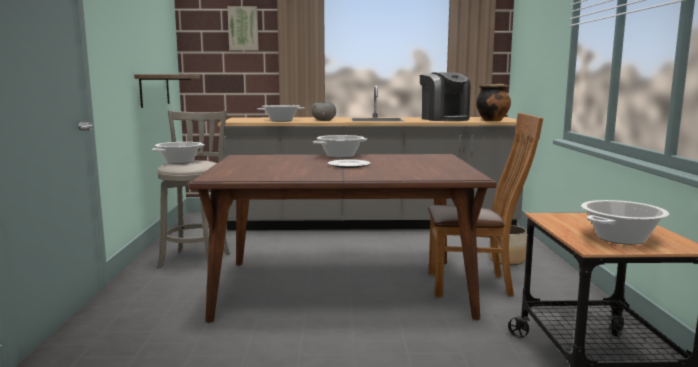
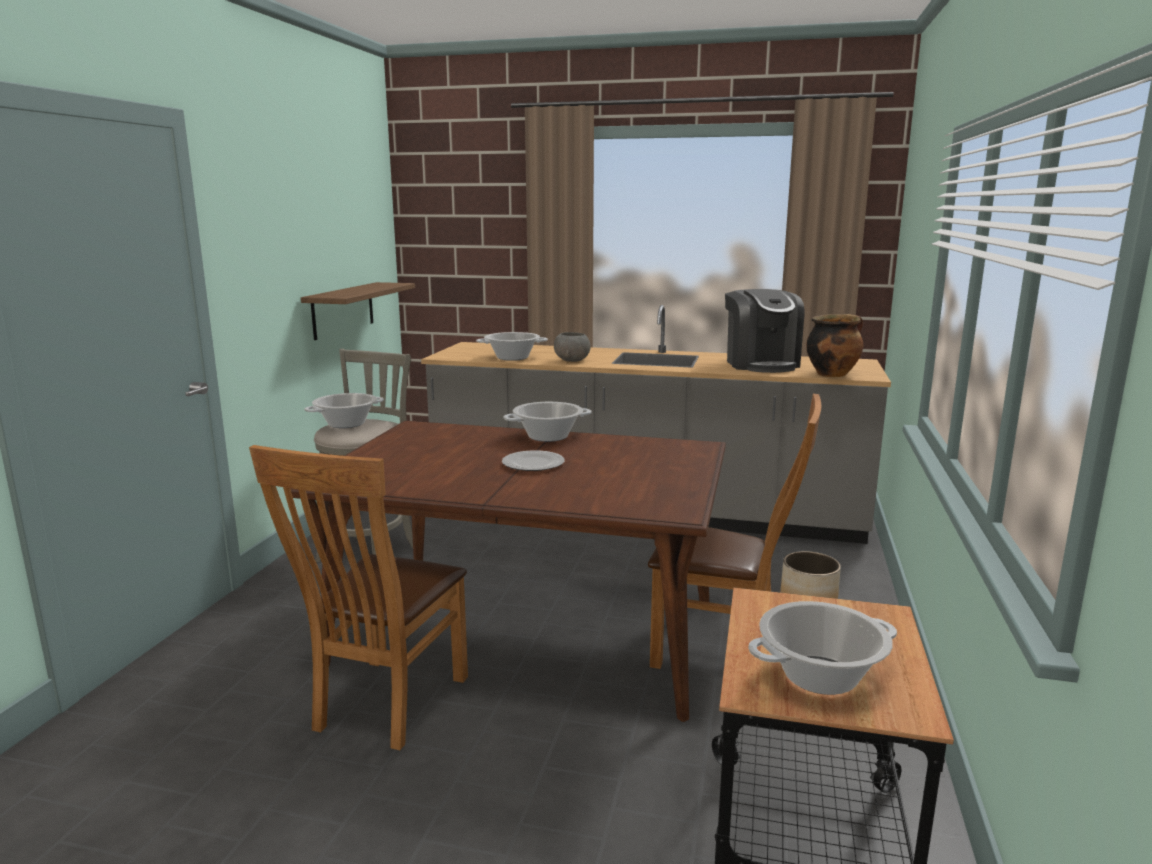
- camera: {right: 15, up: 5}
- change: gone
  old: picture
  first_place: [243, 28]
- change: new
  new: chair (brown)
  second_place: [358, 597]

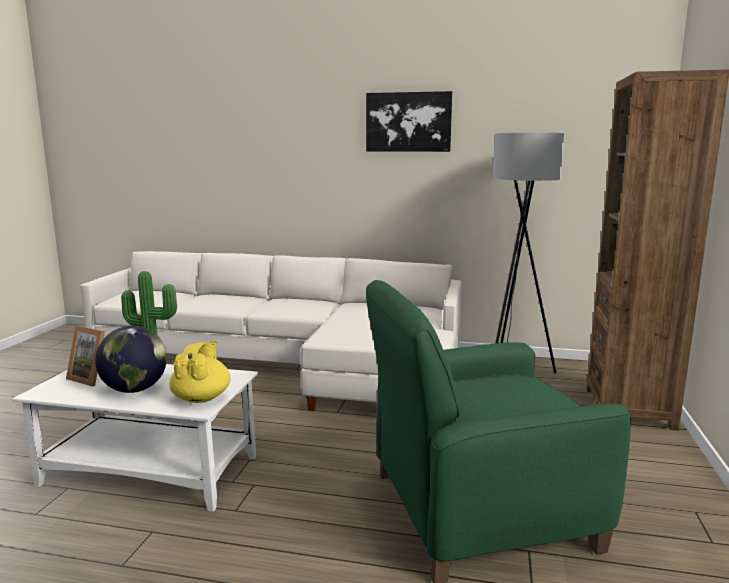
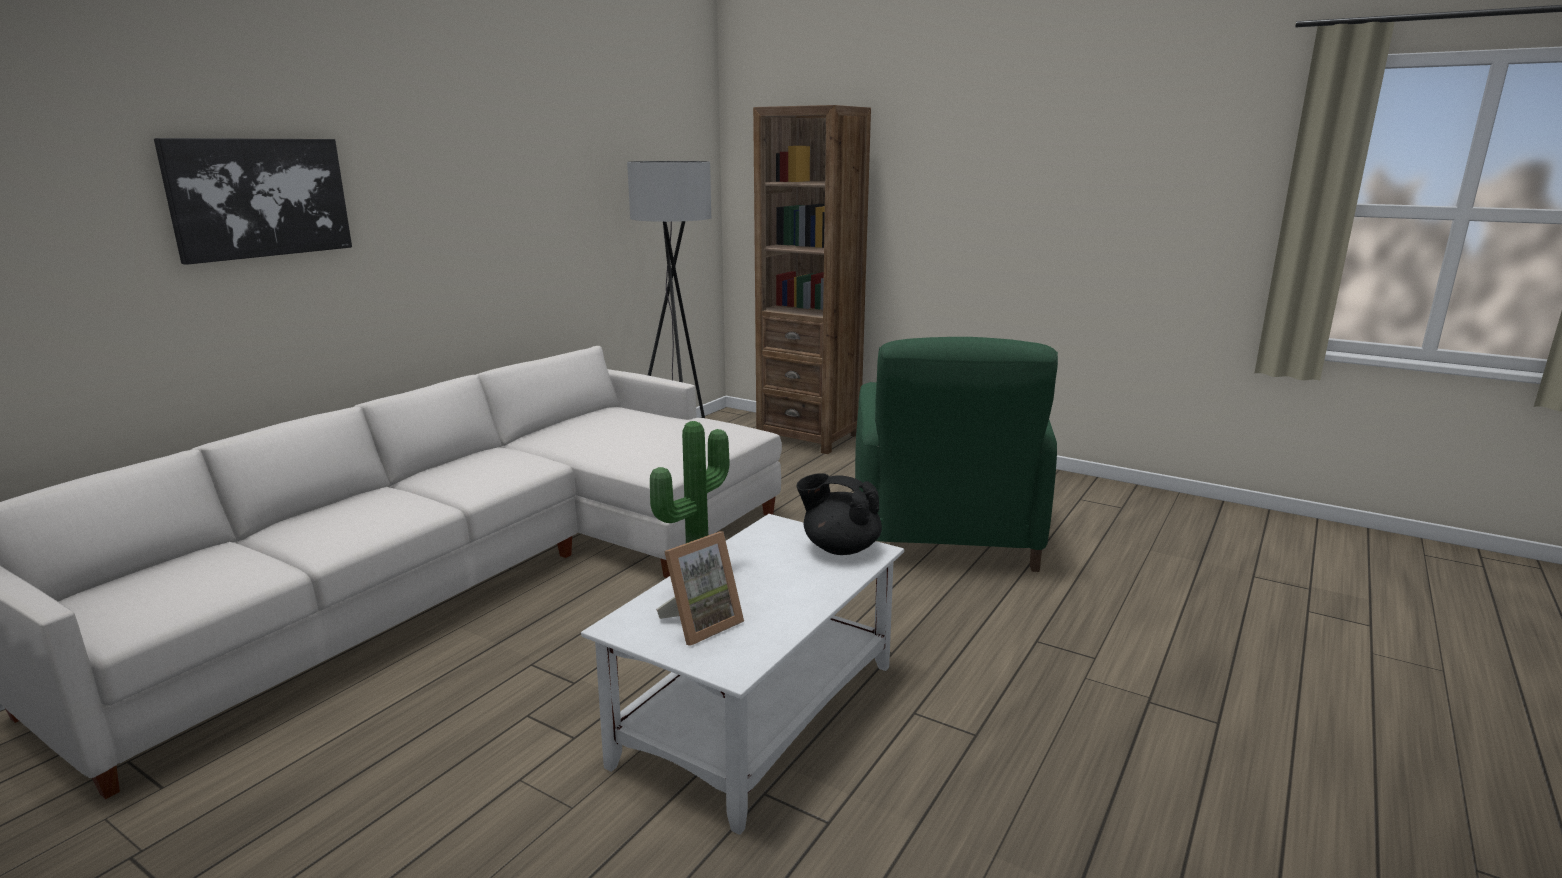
- camera: {right: -70, up: 5}
- change: gone
  old: globe
  first_place: [131, 359]
- change: repainted
  old: teapot (yellow)
  new: teapot (black)
  first_place: [200, 372]
  second_place: [839, 514]
- change: shifted
  old: picture
  first_place: [409, 121]
  second_place: [253, 201]

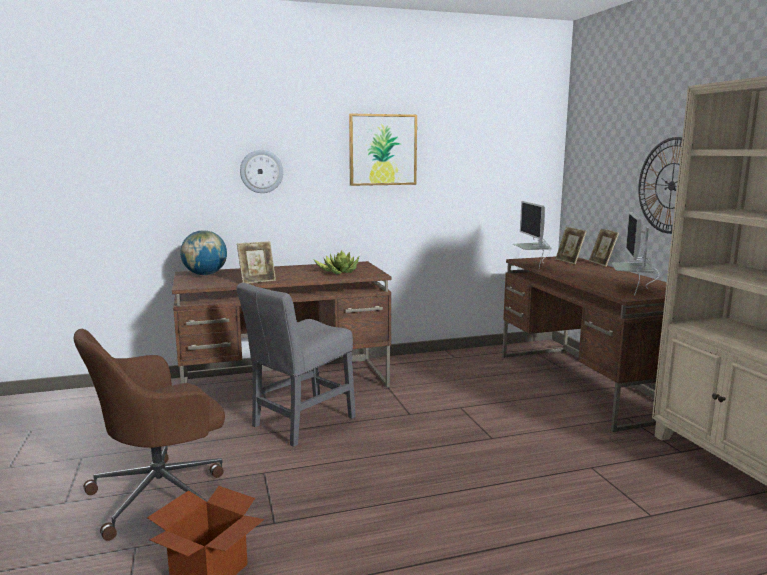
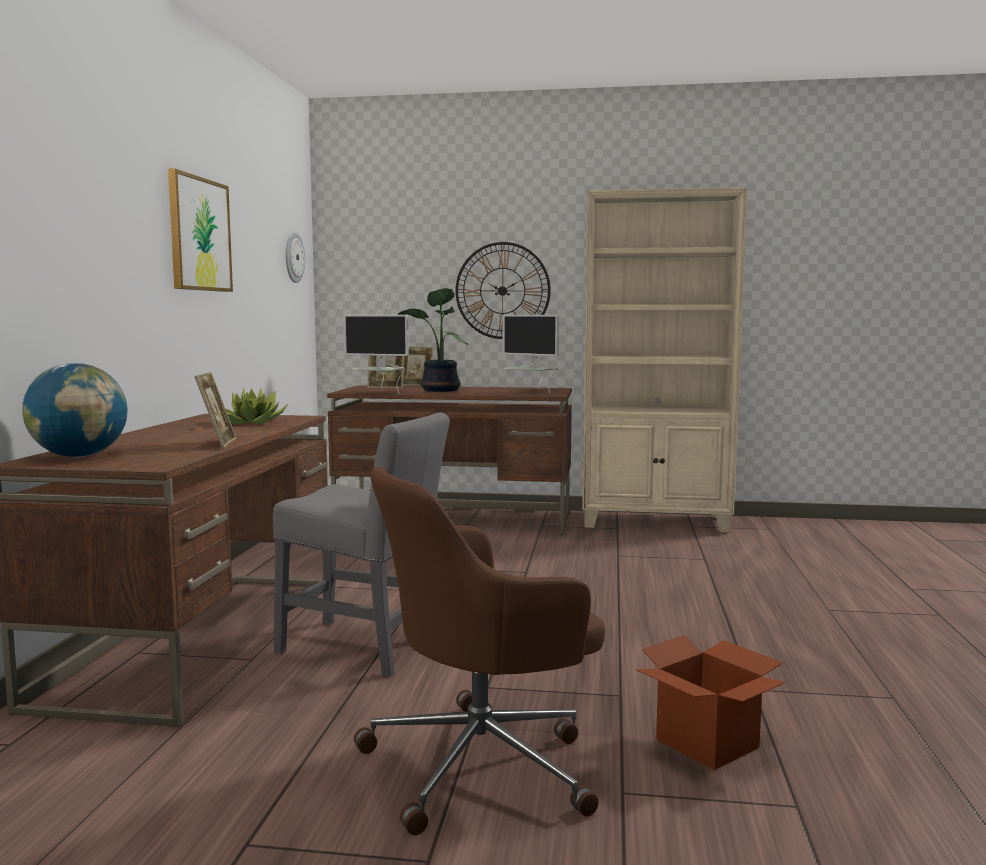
- camera: {right: -65, up: -5}
- change: rotated
  old: office chair (brown)
  first_place: [149, 435]
  second_place: [479, 651]
  degrees: 75
- change: rotated
  old: chair (grey)
  first_place: [296, 365]
  second_place: [361, 544]
  degrees: -45
- change: shifted
  old: wall clock
  first_place: [261, 171]
  second_place: [295, 257]
- change: new
  new: potted plant
  second_place: [432, 340]

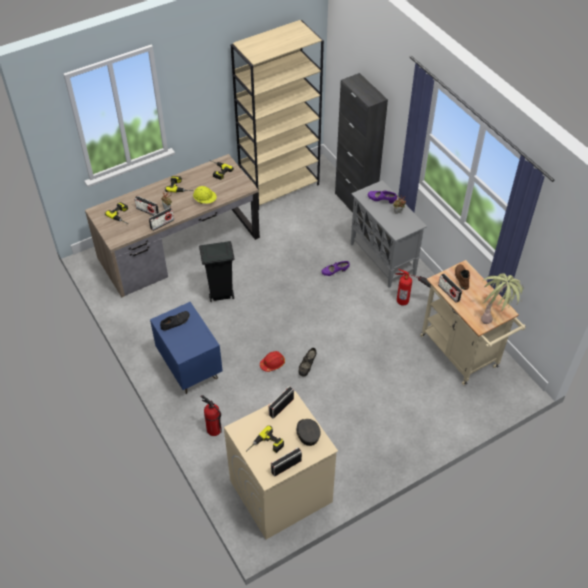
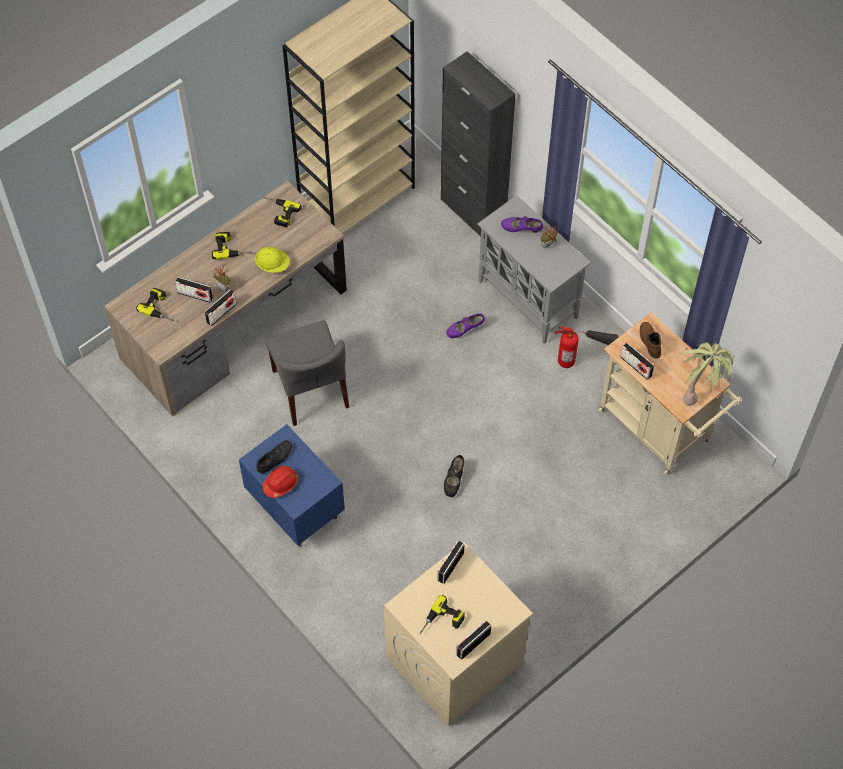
- camera: {right: -10, up: 10}
- change: swapped
  old: trash can (black)
  new: chair (grey)
  first_place: [217, 271]
  second_place: [307, 373]
- change: gone
  old: fire extinguisher
  first_place: [211, 415]
- change: shifted
  old: hard hat (red)
  first_place: [272, 361]
  second_place: [280, 482]
- change: gone
  old: cap (grey)
  first_place: [309, 432]

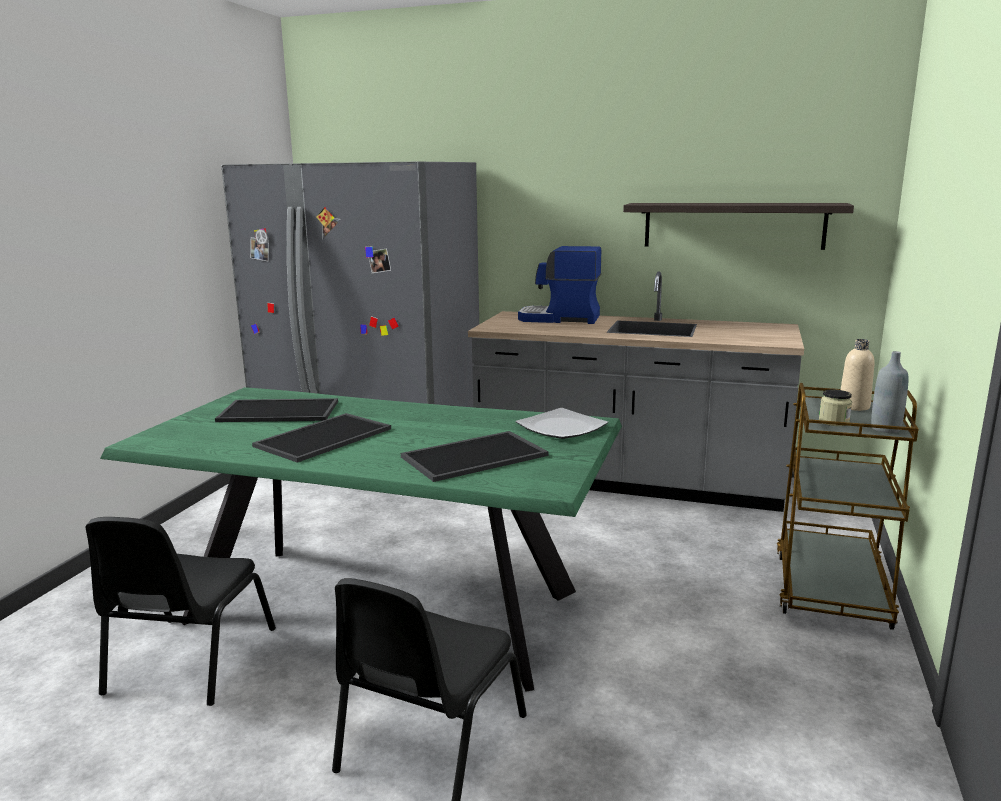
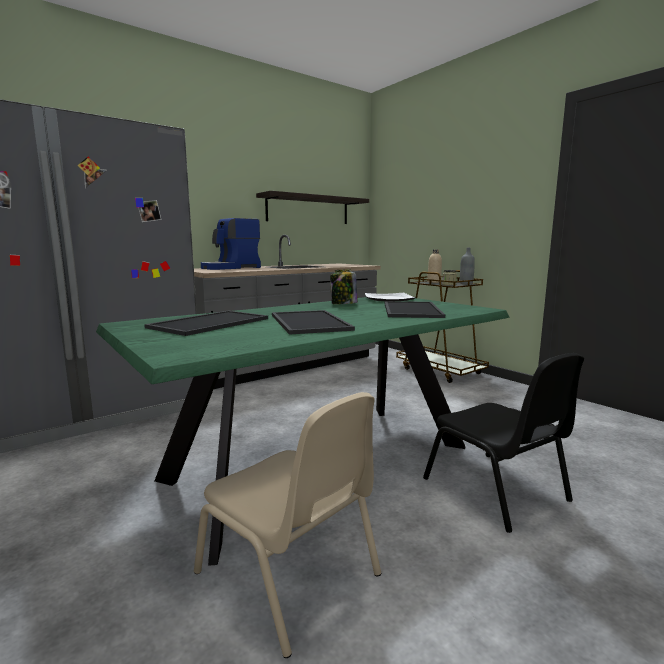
- camera: {right: -55, up: -5}
- change: repainted
  old: chair (black)
  new: chair (beige)
  first_place: [180, 611]
  second_place: [287, 525]
- change: new
  new: jar
  second_place: [344, 286]

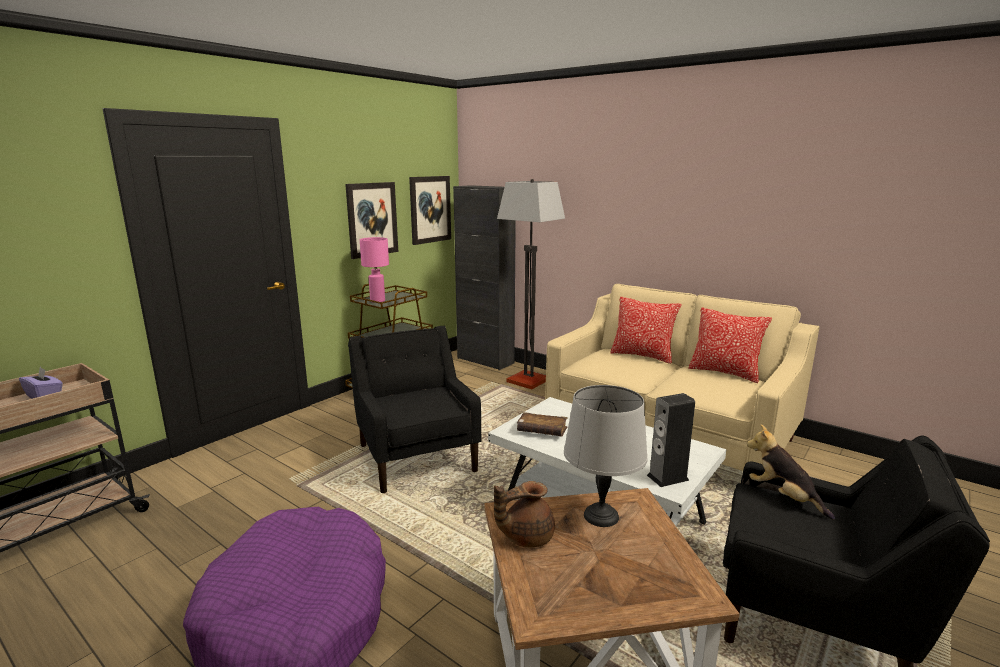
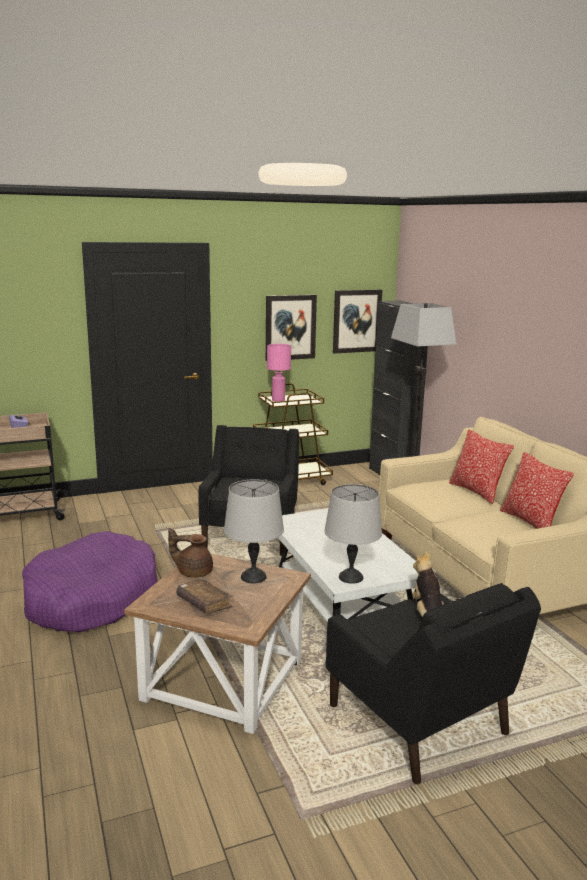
- camera: {right: 30, up: 0}
- change: shifted
  old: book (brown)
  first_place: [542, 424]
  second_place: [204, 596]
- change: swapped
  old: speaker
  new: table lamp (grey)
  first_place: [671, 440]
  second_place: [353, 534]

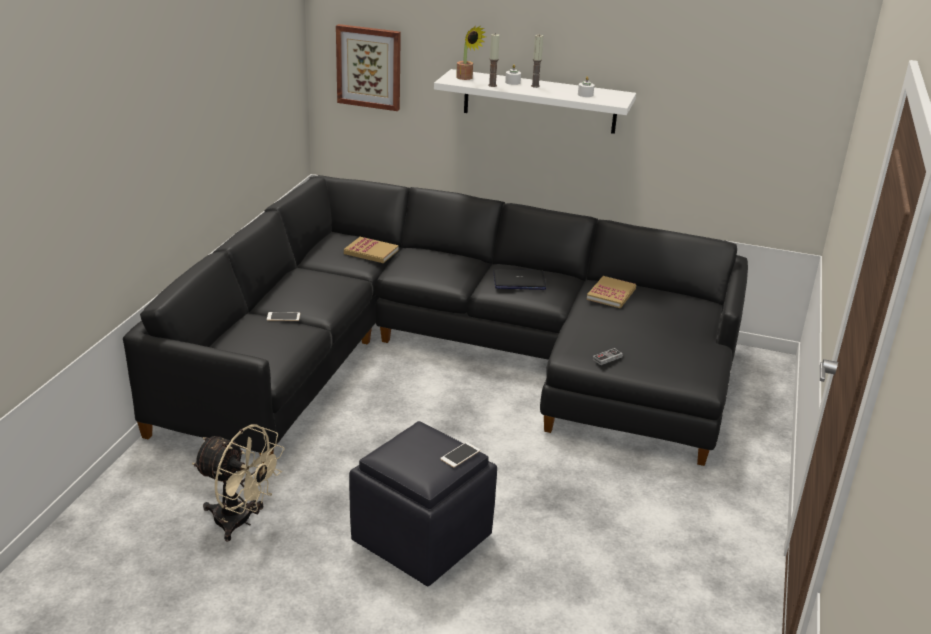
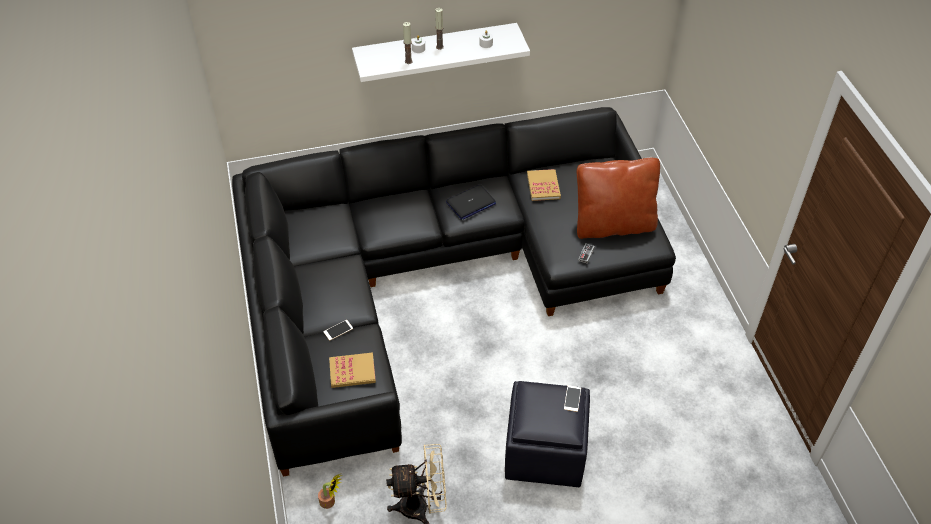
- camera: {right: -30, up: 20}
- change: gone
  old: picture
  first_place: [368, 67]
- change: shifted
  old: book
  first_place: [371, 250]
  second_place: [352, 370]
- change: shifted
  old: potted plant
  first_place: [471, 53]
  second_place: [330, 491]
- change: new
  new: pillow (brown)
  second_place: [618, 198]

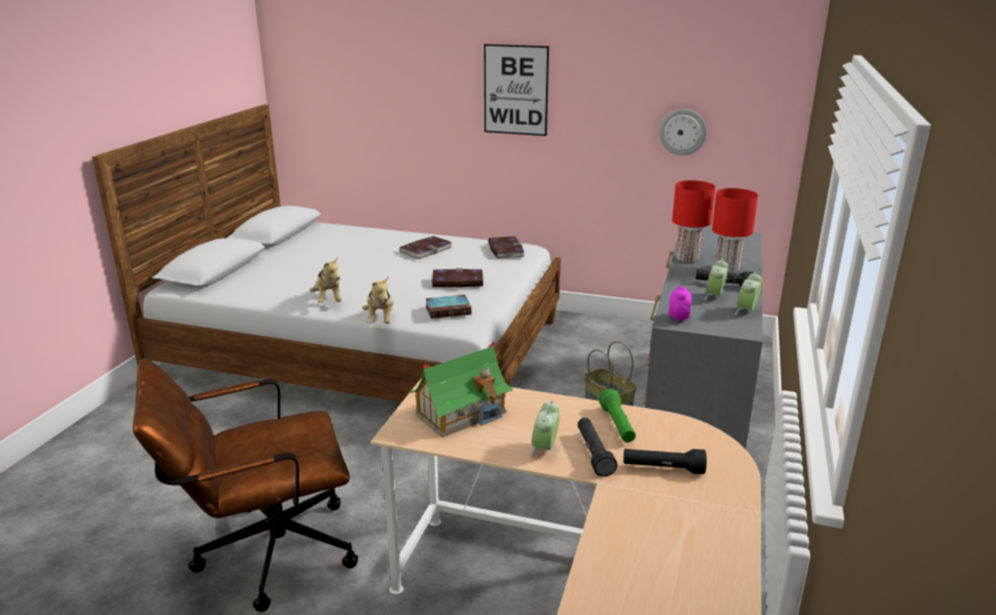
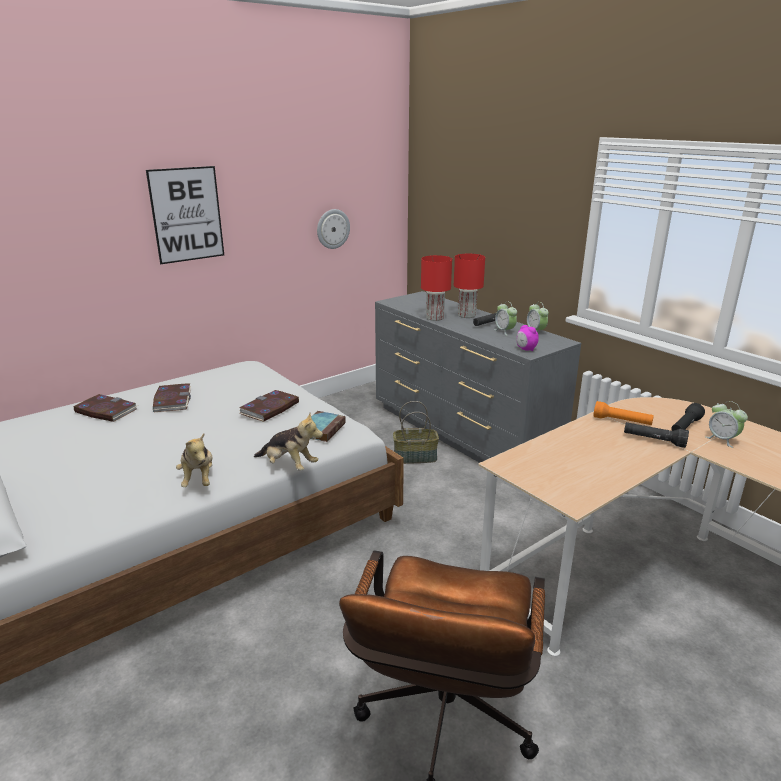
- camera: {right: -55, up: 0}
- change: rotated
  old: plush toy
  first_place: [326, 280]
  second_place: [194, 460]
  degrees: 60
- change: gone
  old: toy house
  first_place: [460, 389]
- change: shifted
  old: book
  first_place: [506, 247]
  second_place: [106, 408]
- change: shifted
  old: alarm clock
  first_place: [545, 429]
  second_place: [726, 424]
- change: repainted
  old: flashlight (green)
  new: flashlight (orange)
  first_place: [617, 415]
  second_place: [623, 413]

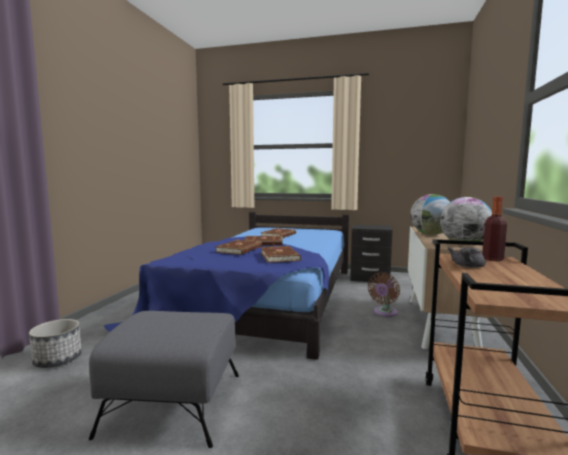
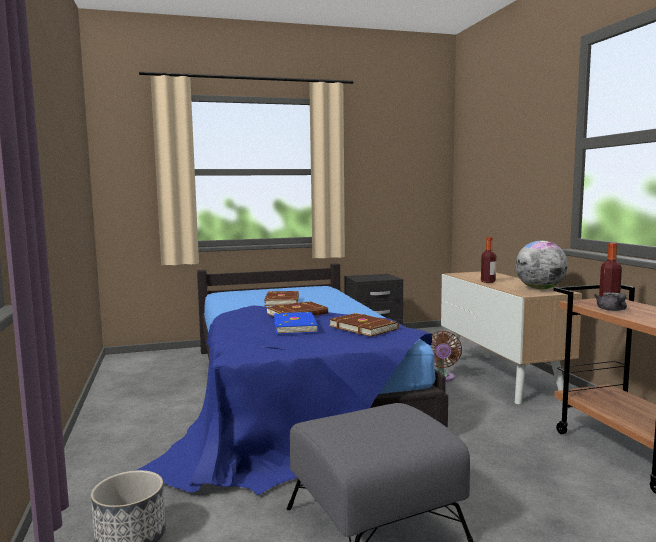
- camera: {right: -30, up: 0}
- change: repainted
  old: book (brown)
  new: book (blue)
  first_place: [239, 247]
  second_place: [296, 323]
- change: swapped
  old: globe
  new: bottle
  first_place: [430, 214]
  second_place: [488, 260]

